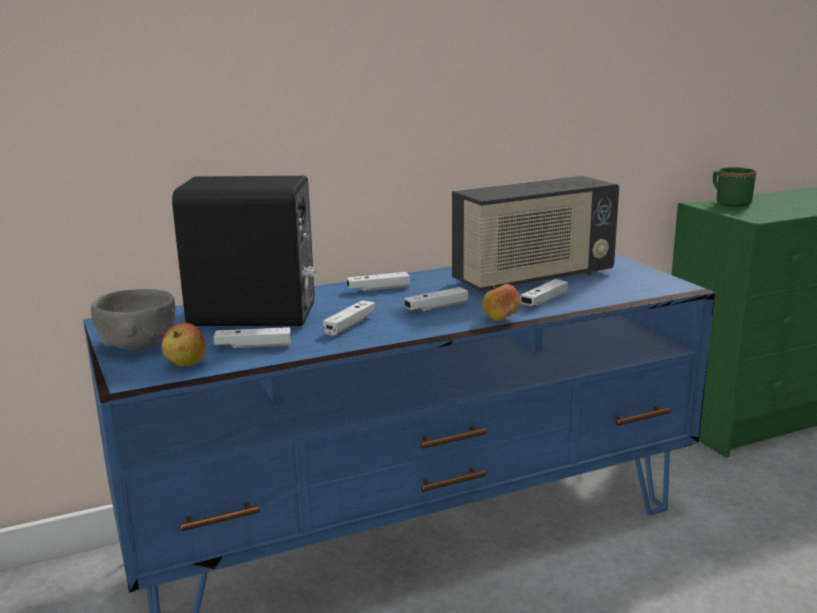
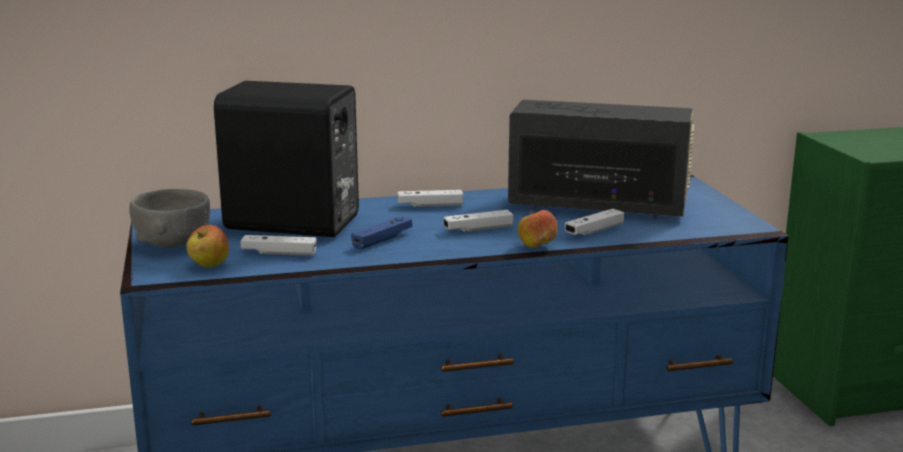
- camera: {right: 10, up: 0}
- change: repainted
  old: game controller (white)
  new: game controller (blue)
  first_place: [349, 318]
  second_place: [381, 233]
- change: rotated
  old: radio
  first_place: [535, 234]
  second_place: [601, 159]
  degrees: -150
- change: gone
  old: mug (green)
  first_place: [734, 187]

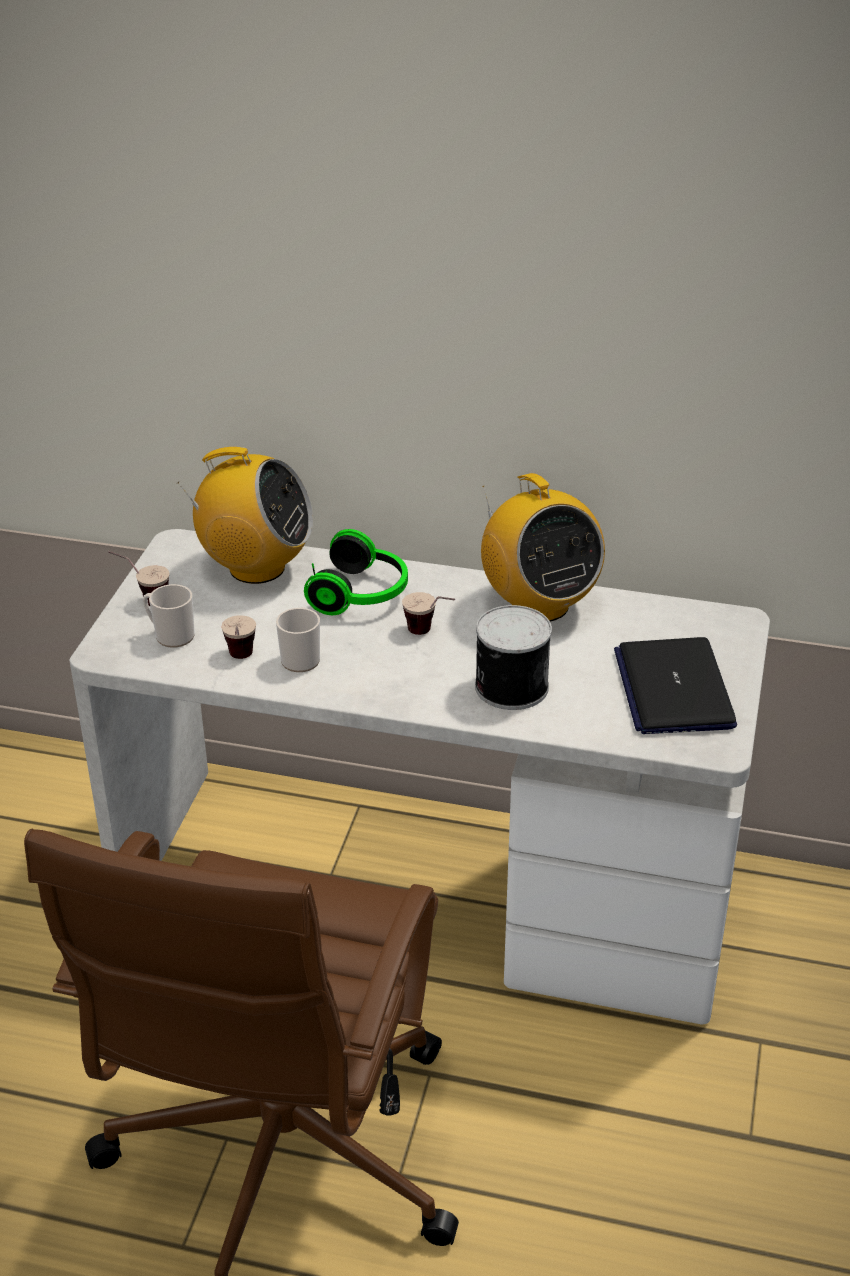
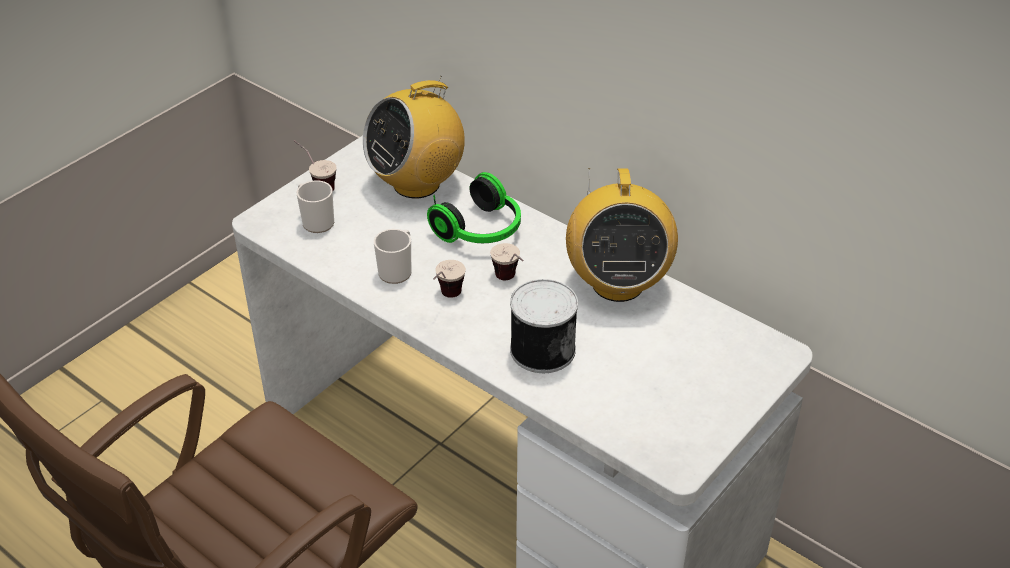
- camera: {right: 25, up: 5}
- change: rotated
  old: radio
  first_place: [245, 515]
  second_place: [414, 137]
  degrees: 105
- change: shifted
  old: cup
  first_place: [238, 637]
  second_place: [449, 279]
- change: gone
  old: laptop
  first_place: [675, 685]

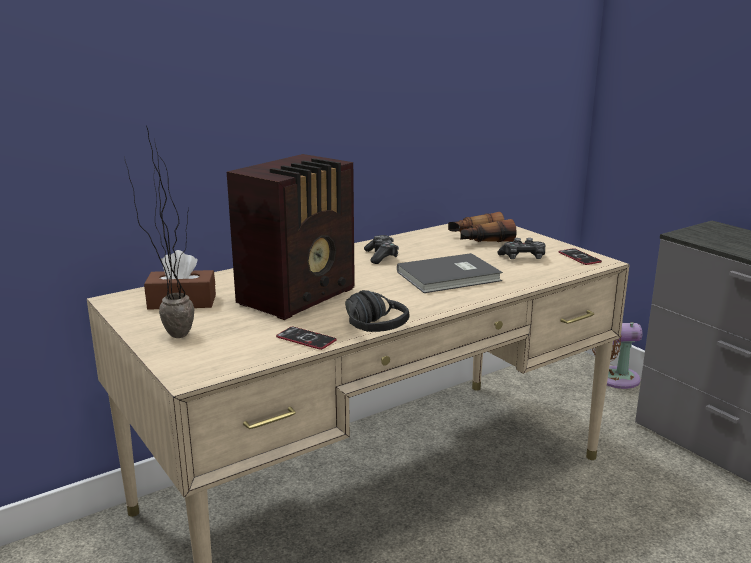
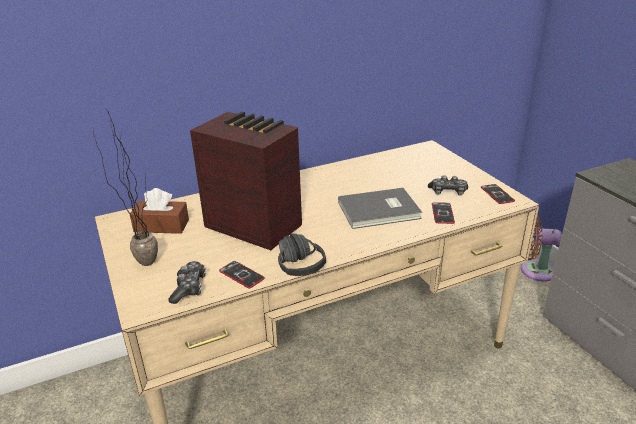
- camera: {right: 10, up: 10}
- change: rotated
  old: radio
  first_place: [291, 237]
  second_place: [246, 181]
  degrees: -105
- change: shifted
  old: game controller
  first_place: [381, 249]
  second_place: [187, 282]
- change: gone
  old: binoculars
  first_place: [482, 227]
- change: new
  new: phone
  second_place: [443, 213]

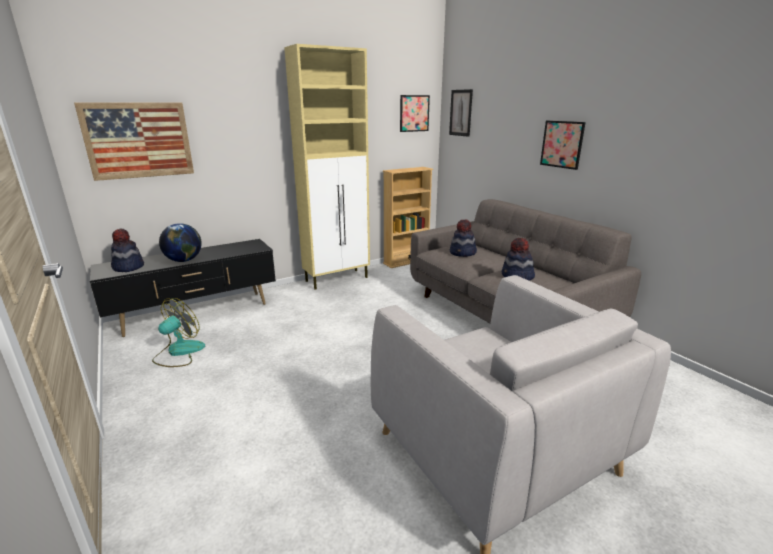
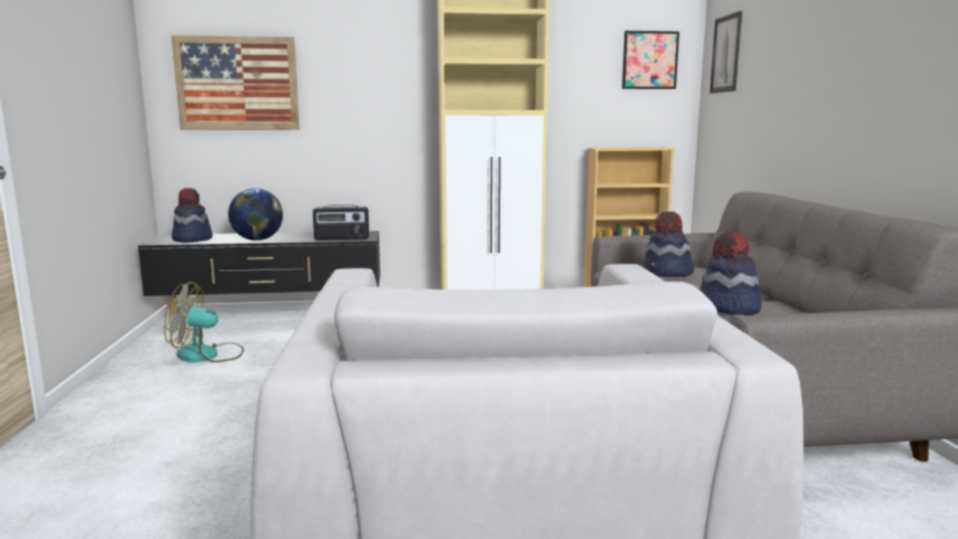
- camera: {right: 25, up: -10}
- change: rotated
  old: fan
  first_place: [178, 332]
  second_place: [204, 322]
  degrees: -150
- change: gone
  old: picture
  first_place: [563, 145]
- change: new
  new: radio
  second_place: [341, 223]

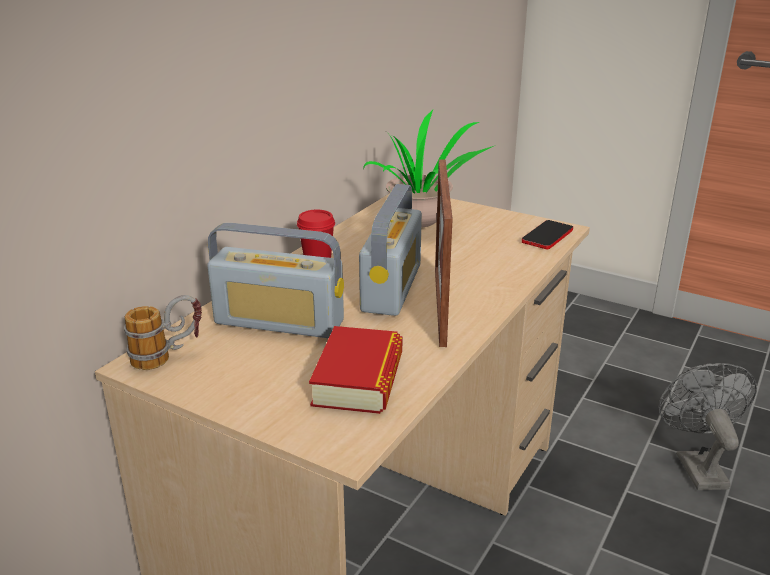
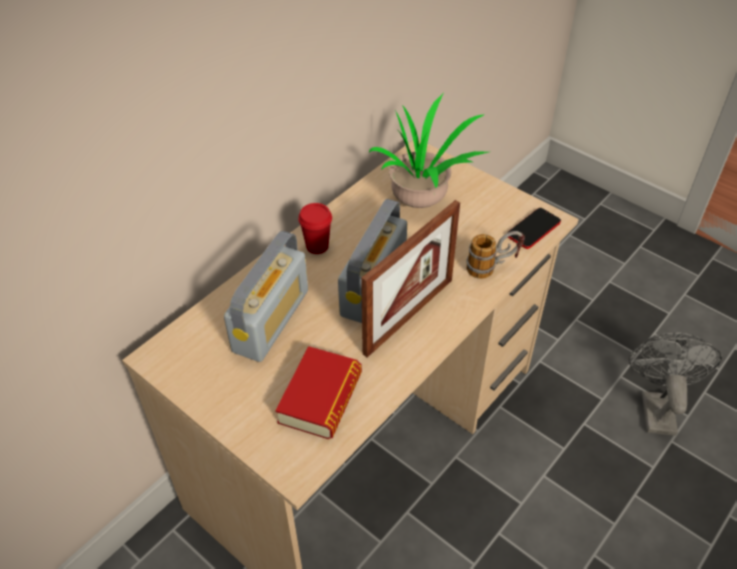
- camera: {right: 10, up: 20}
- change: shifted
  old: mug
  first_place: [163, 332]
  second_place: [495, 255]
- change: rotated
  old: radio
  first_place: [275, 280]
  second_place: [266, 296]
  degrees: -90
- change: rotated
  old: picture frame
  first_place: [444, 253]
  second_place: [410, 278]
  degrees: -150

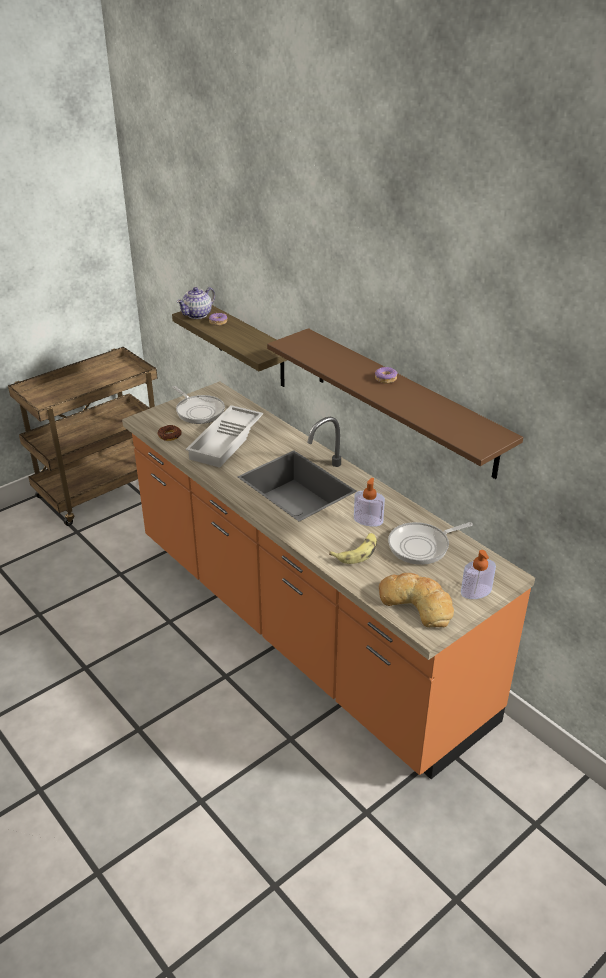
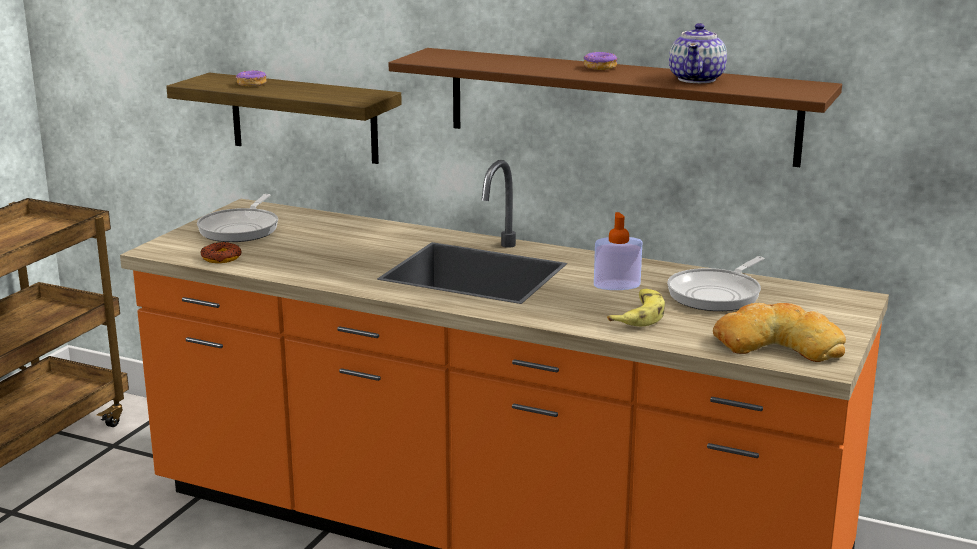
- camera: {right: -25, up: -15}
- change: rotated
  old: frying pan
  first_place: [198, 405]
  second_place: [237, 218]
  degrees: 75
- change: shifted
  old: teapot
  first_place: [196, 303]
  second_place: [698, 53]
- change: gone
  old: tray (white)
  first_place: [224, 436]
- change: gone
  old: soap dispenser
  first_place: [478, 574]

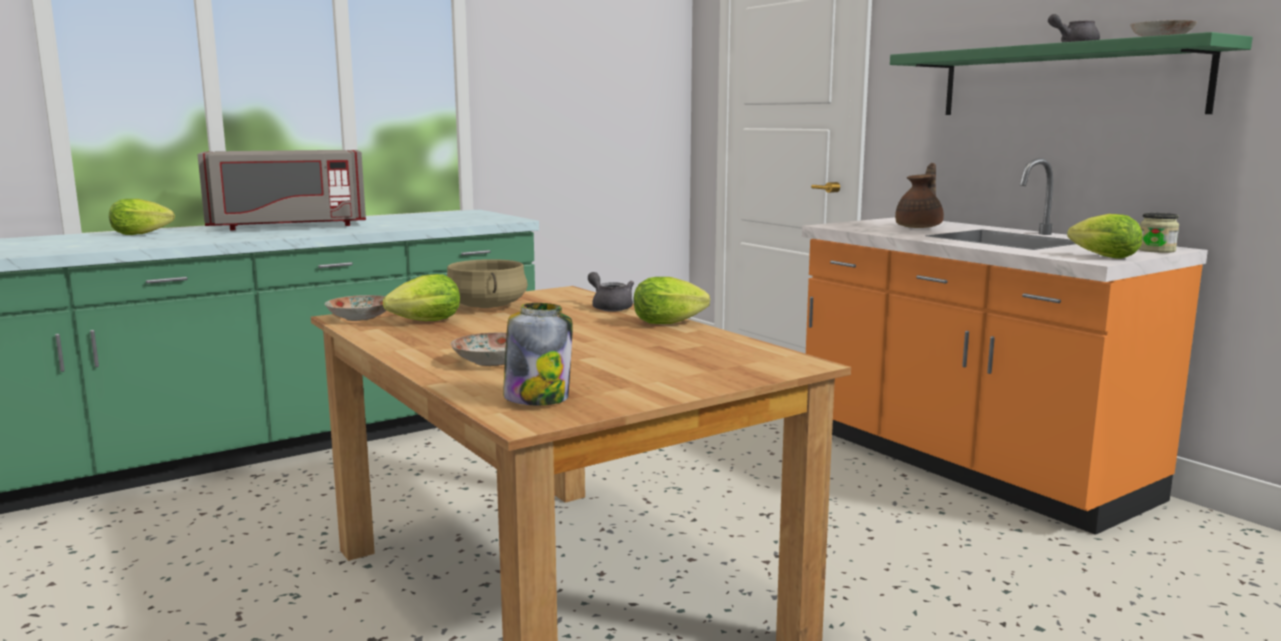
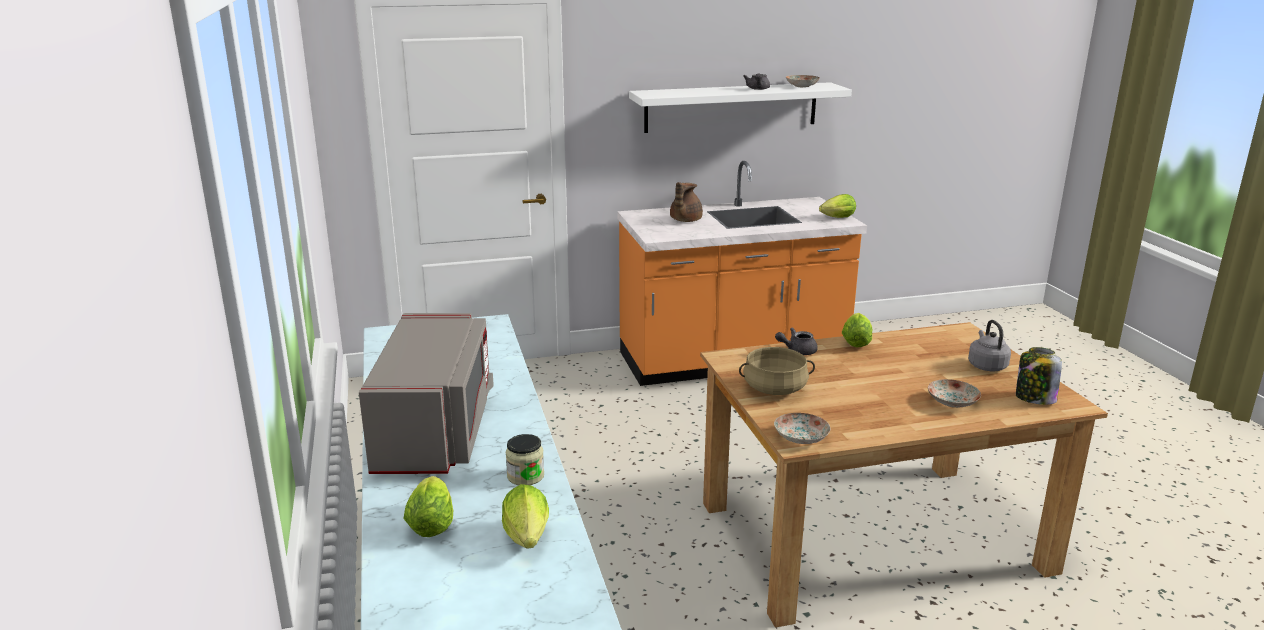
- camera: {right: -70, up: 10}
- change: shifted
  old: lettuce
  first_place: [421, 297]
  second_place: [525, 516]
- change: repainted
  old: shelf (green)
  new: shelf (white)
  first_place: [1071, 73]
  second_place: [740, 107]
- change: rotated
  old: teapot (brown)
  first_place: [919, 195]
  second_place: [686, 202]
  degrees: -120
- change: shifted
  old: jar
  first_place: [1158, 233]
  second_place: [525, 459]
- change: new
  new: kettle (grey)
  second_place: [989, 345]

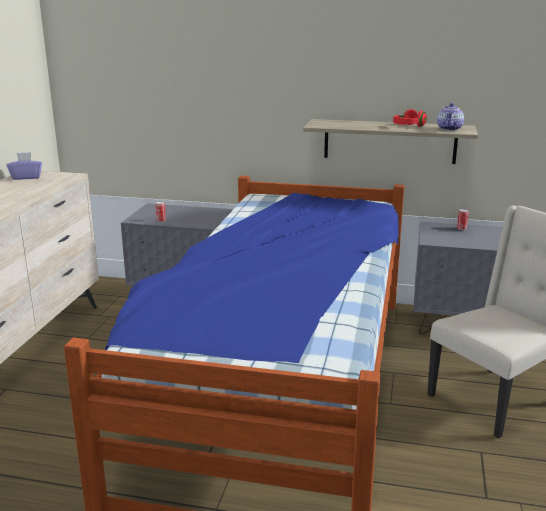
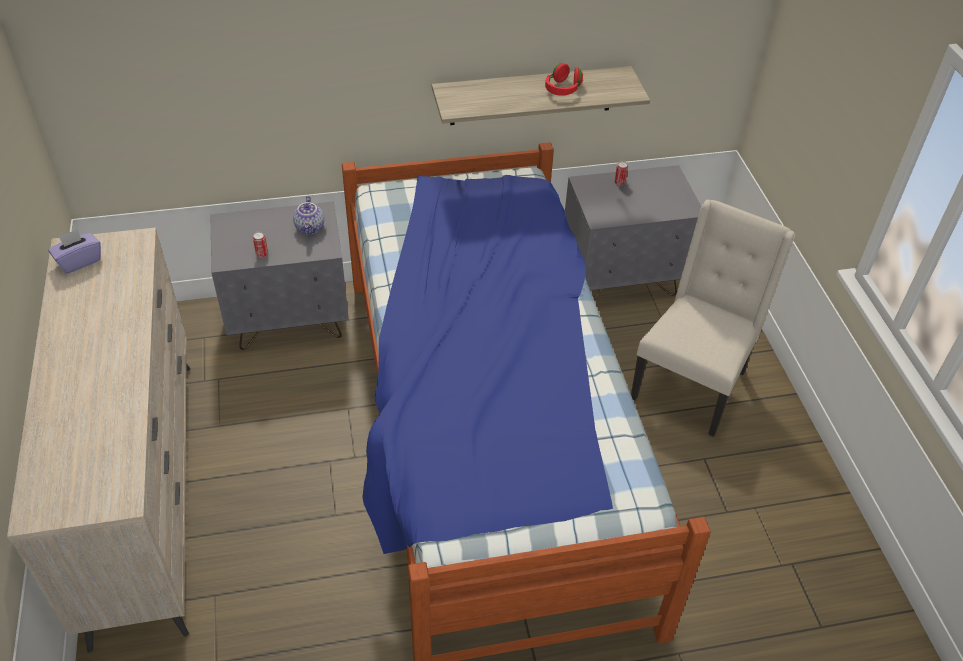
- camera: {right: -25, up: 25}
- change: shifted
  old: teapot
  first_place: [450, 117]
  second_place: [308, 215]

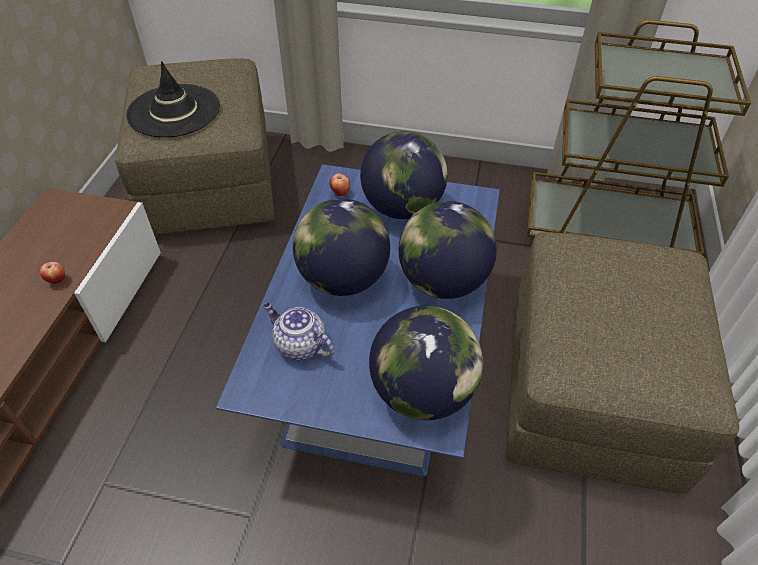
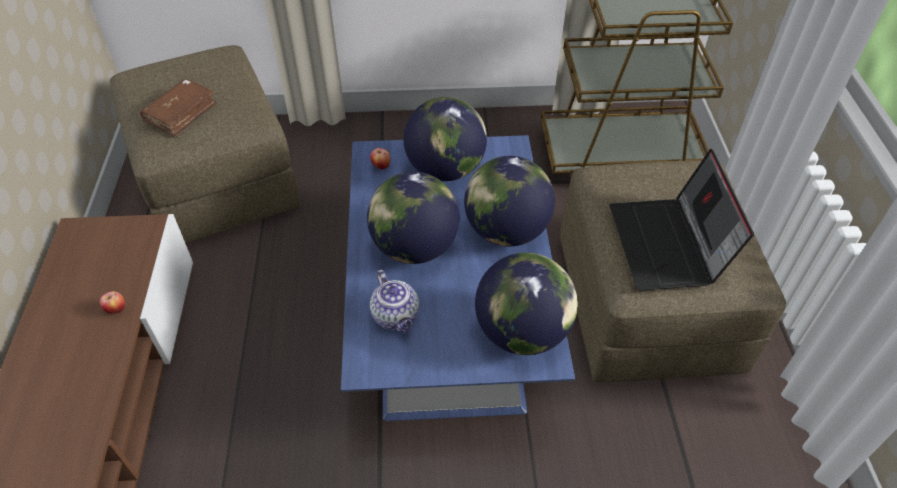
- camera: {right: -15, up: 0}
- change: swapped
  old: hat (black)
  new: book (brown)
  first_place: [173, 99]
  second_place: [178, 108]
- change: rotated
  old: teapot
  first_place: [298, 331]
  second_place: [394, 301]
  degrees: -135
- change: new
  new: laptop
  second_place: [681, 219]

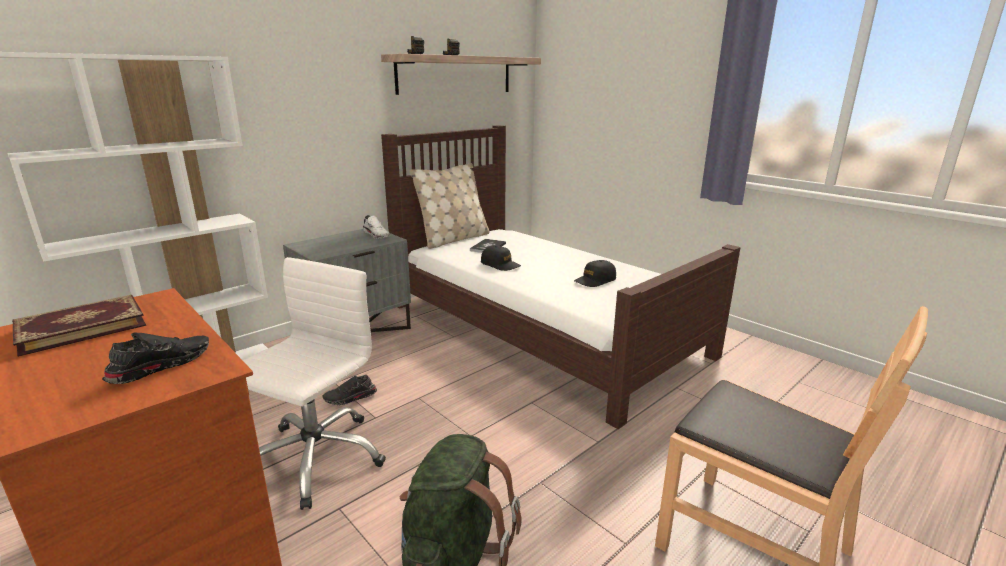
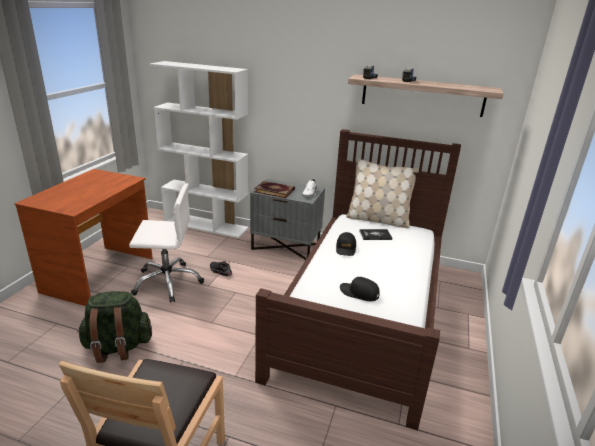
- camera: {right: 60, up: 5}
- change: shifted
  old: book
  first_place: [79, 326]
  second_place: [274, 189]
- change: gone
  old: shoe (black)
  first_place: [155, 358]

